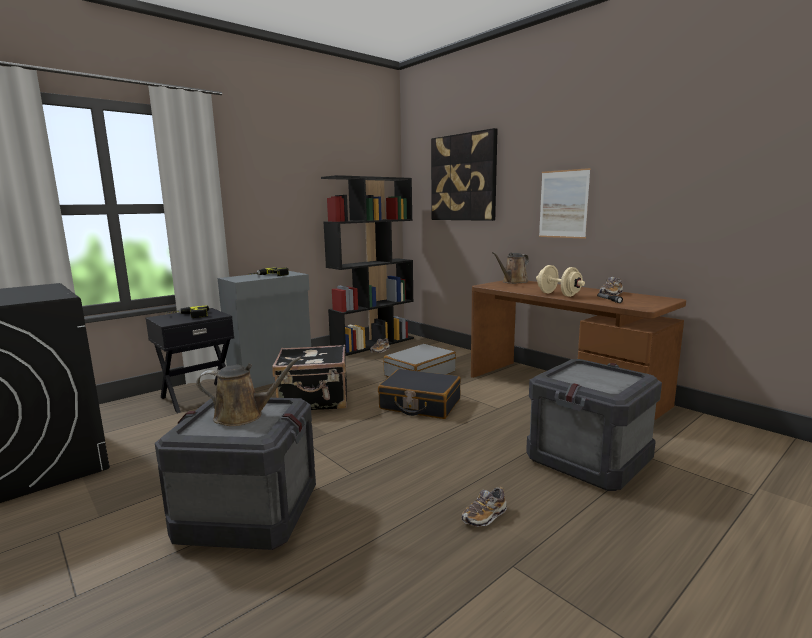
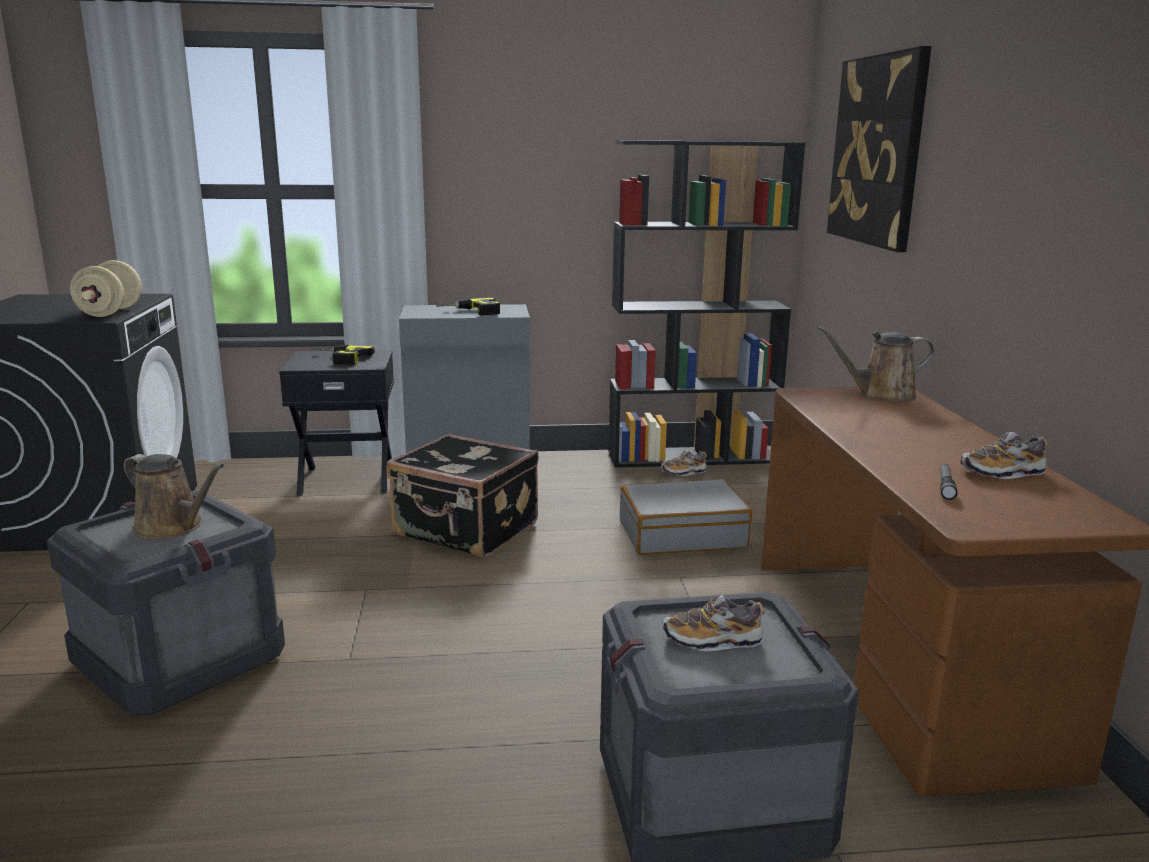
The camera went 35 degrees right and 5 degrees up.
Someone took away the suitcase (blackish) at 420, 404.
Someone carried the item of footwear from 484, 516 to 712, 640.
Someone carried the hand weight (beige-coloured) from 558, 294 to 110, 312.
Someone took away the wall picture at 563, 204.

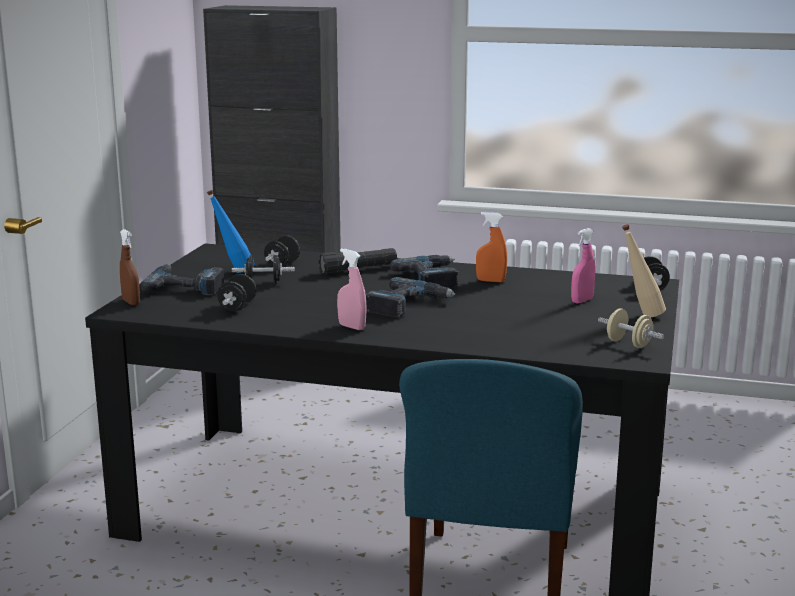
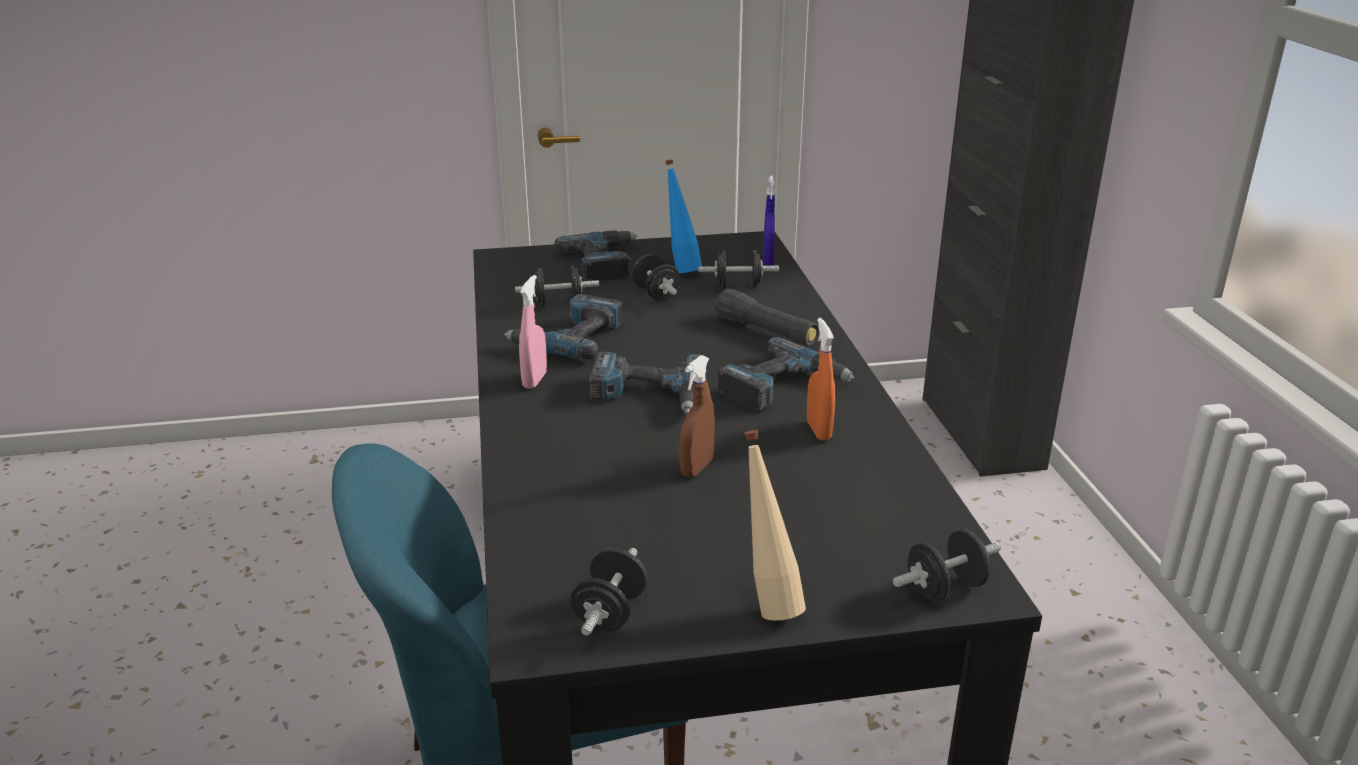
The camera went 65 degrees right and 10 degrees up.
Someone carried the hand sprayer (brown) from 131, 302 to 696, 468.
Someone took away the hand sprayer (pinkish) at 582, 301.
Someone repainted the hand weight (beige-coloured) at 628, 344, which became the hand weight (blackish) at 610, 613.
Someone put down the drill at 569, 337.
Someone put down the hand sprayer (blue-coloured) at 768, 261.

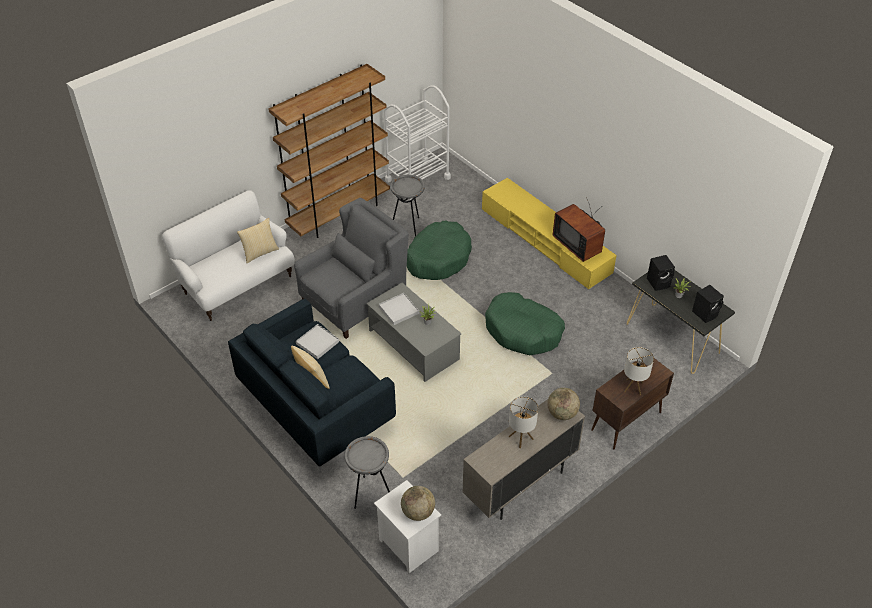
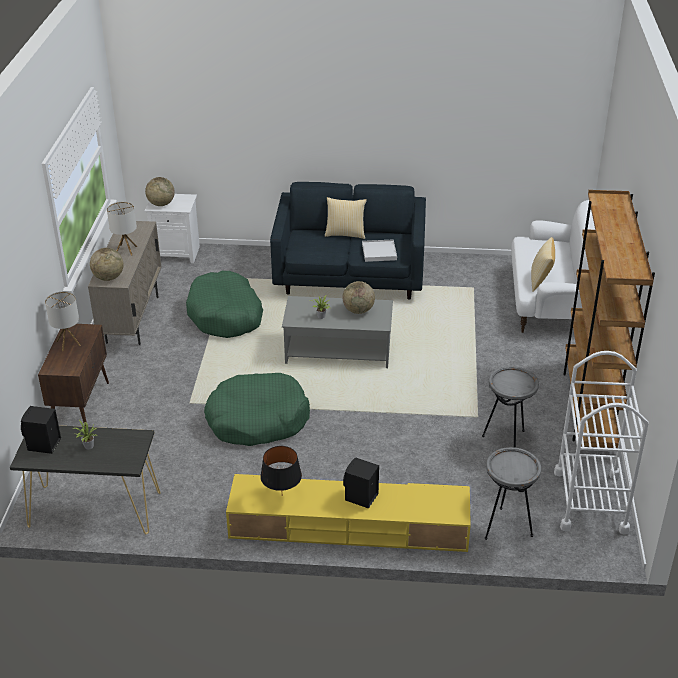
The camera went 135 degrees right and 10 degrees down.
Someone took away the easy chair (grey) at 354, 301.
Someone carried the end table (grey) from 370, 493 to 506, 527.
Someone swapped the tray (white-coloured) at 398, 310 for the globe at 358, 310.
Someone carried the dog bed (green-coloured) from 438, 258 to 225, 315.
Someone swapped the TV at 579, 244 for the table lamp (blackish) at 282, 495.
Someone carried the loudspeaker (blackish) from 659, 282 to 360, 497.

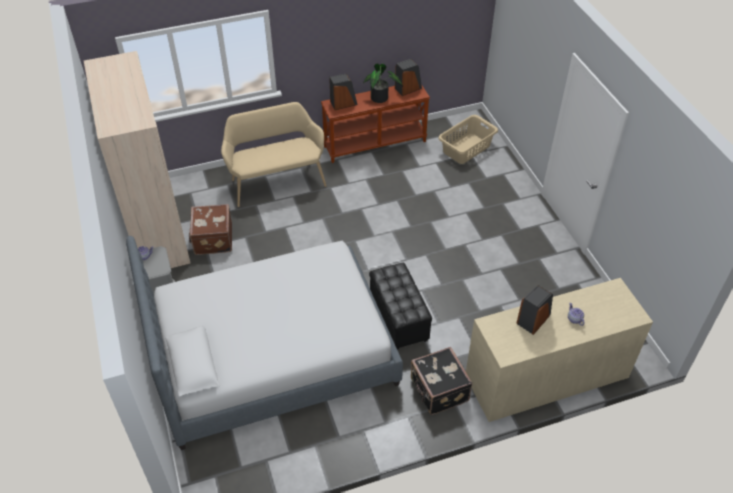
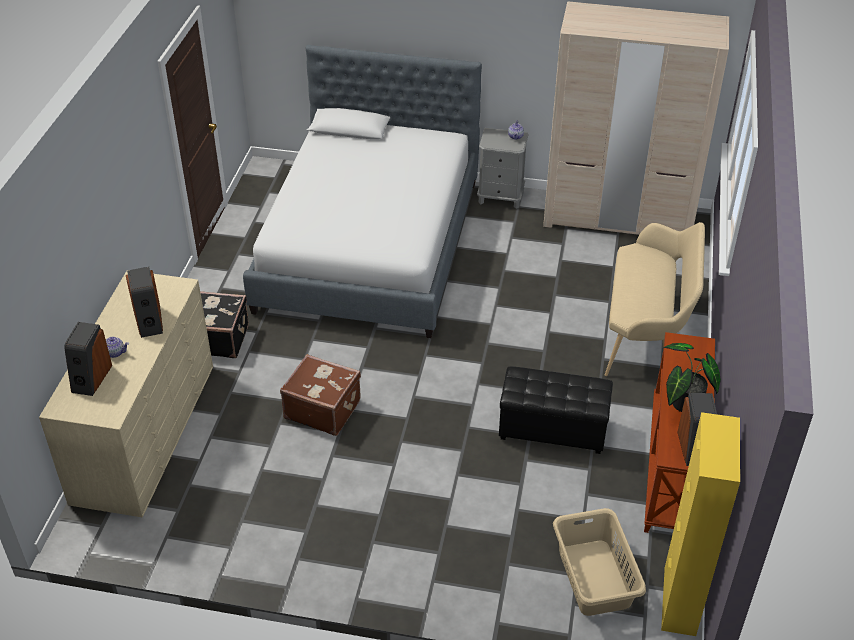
The camera went 120 degrees right and 5 degrees down.
Someone carried the suitcase (brown) from 212, 239 to 323, 409.
Someone carried the loudspeaker from 343, 103 to 91, 378.
Someone carried the footrest (blackish) from 398, 318 to 552, 429.
Someone put down the cabinet (yellow-coloured) at 679, 601.

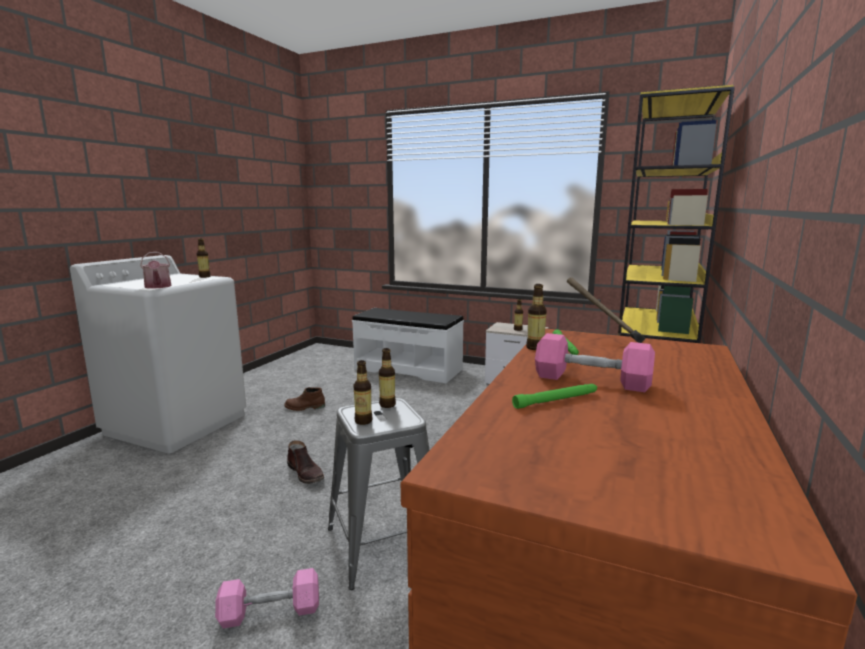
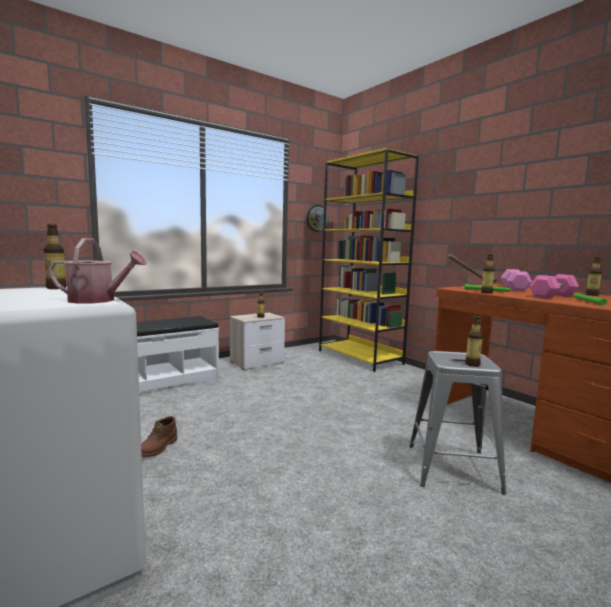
The camera went 60 degrees left and 5 degrees down.
Someone carried the hand weight (pinkish) from 270, 612 to 514, 288.
Someone took away the boot (brown) at 306, 473.
Someone carried the beverage bottle from 387, 405 to 592, 295.
Someone put up the wall clock at 316, 218.

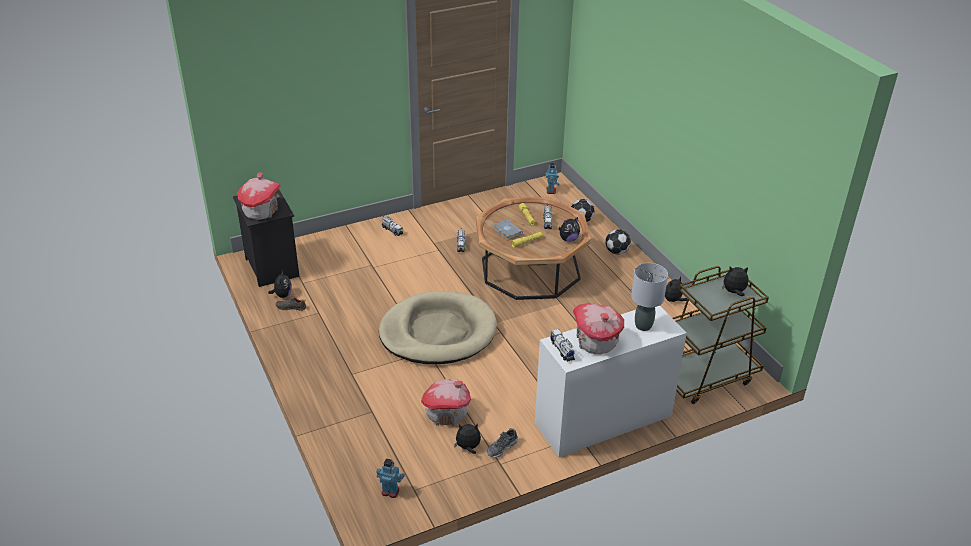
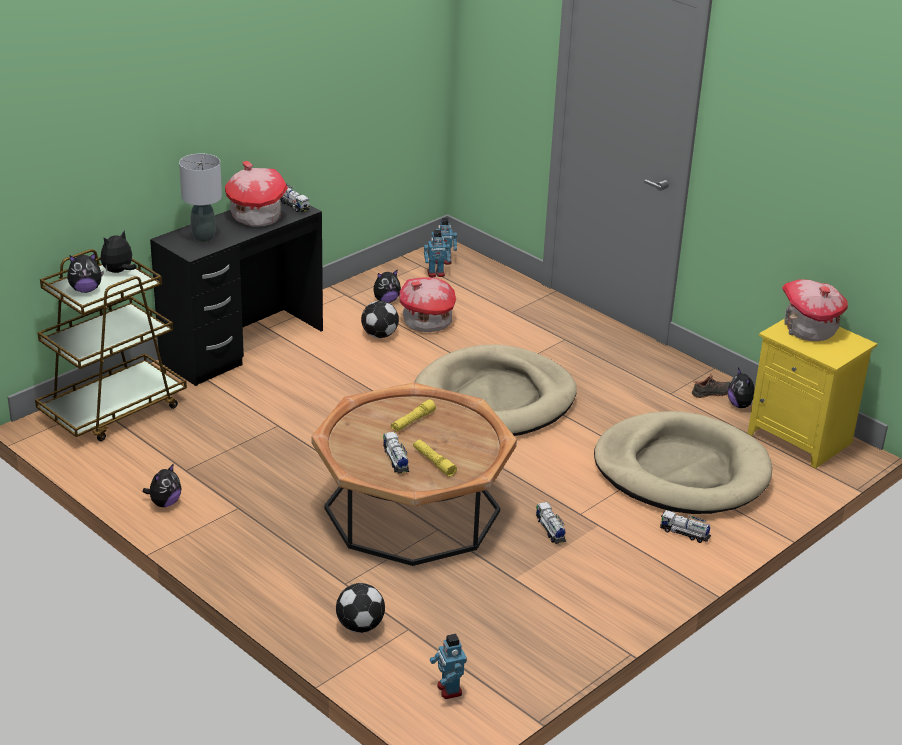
The camera went 160 degrees right and 5 degrees down.
Someone repainted the nightstand (blackish) at 270, 267, which became the nightstand (yellow-coloured) at 801, 438.
Someone took away the item of footwear at 502, 448.
Someone took away the bound book (grey) at 506, 231.
Someone repainted the desk unit (white-coloured) at 603, 420, which became the desk unit (blackish) at 242, 345.
Someone carried the soft toy from 568, 239 to 118, 272.
Someone carried the football ball from 616, 251 to 380, 335.
Someone put down the toy robot at 436, 274.
Someone put down the dog bed (beige-coloured) at 681, 470.

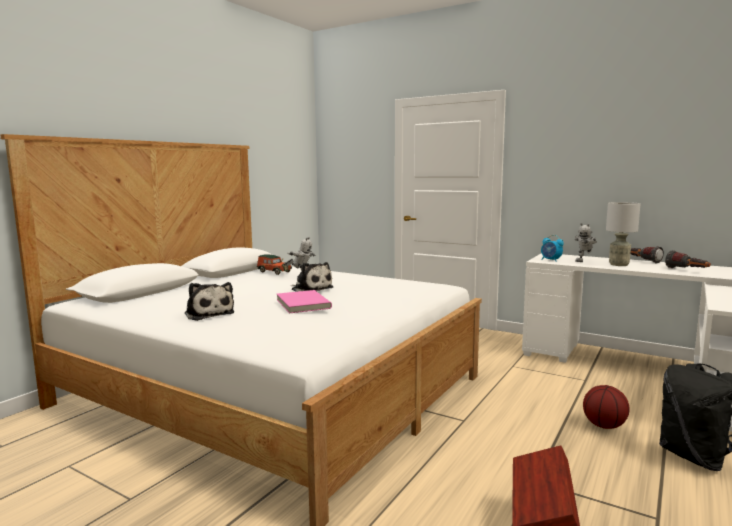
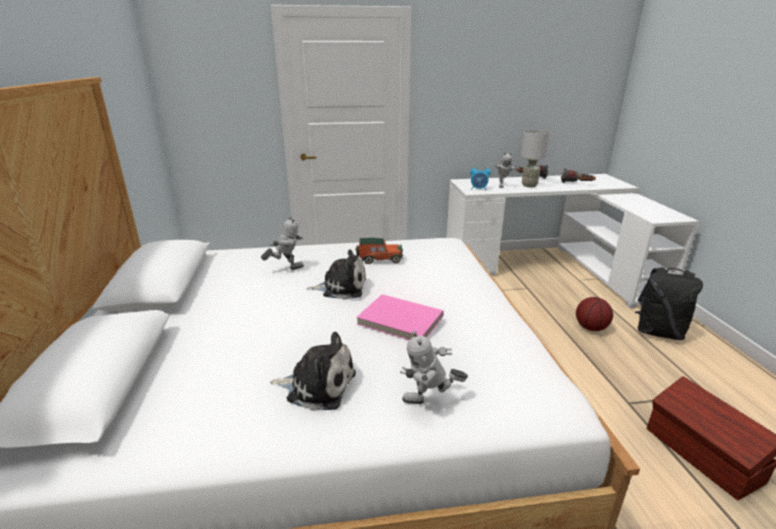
The camera went 40 degrees left and 15 degrees up.
Someone carried the model car from 273, 272 to 379, 259.
Someone put down the toy robot at 430, 403.

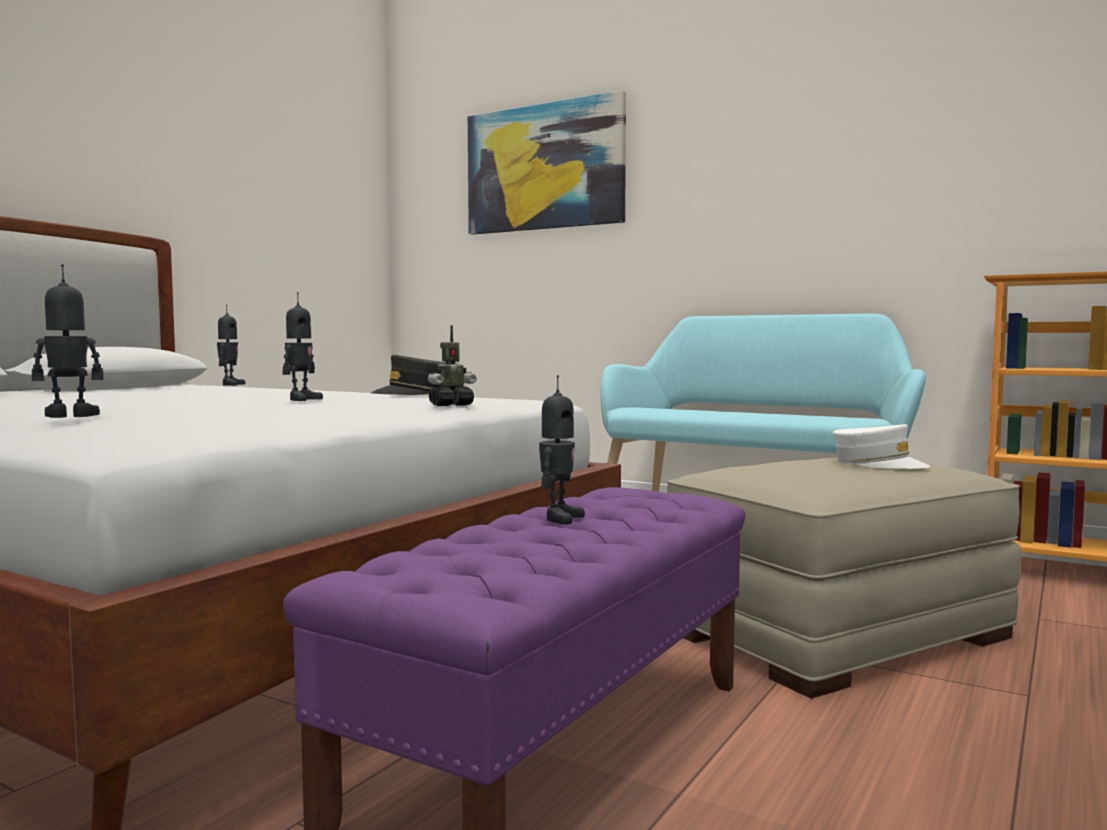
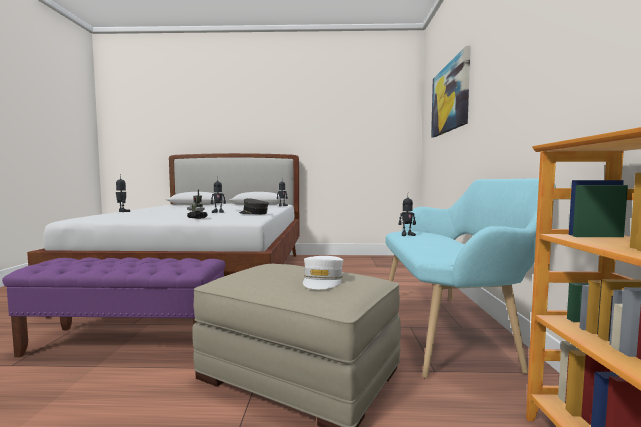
The camera went 60 degrees right and 0 degrees up.
Someone carried the toy robot from 559, 518 to 407, 235.

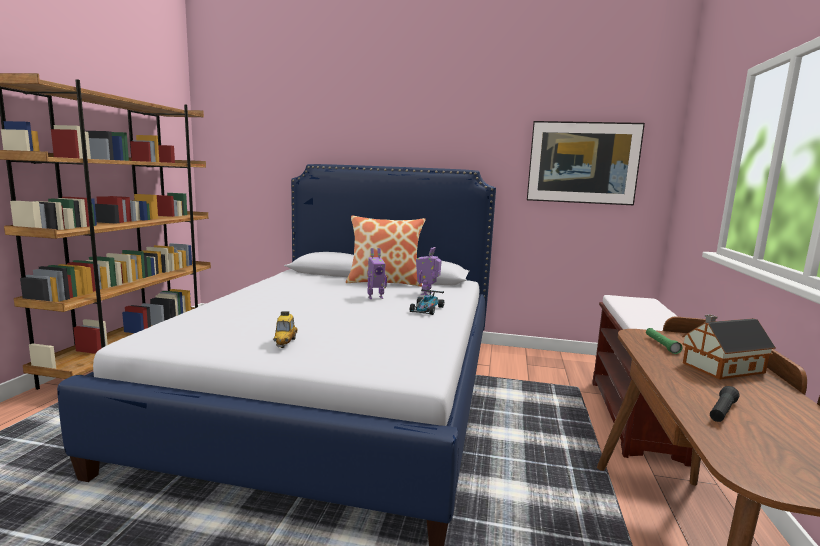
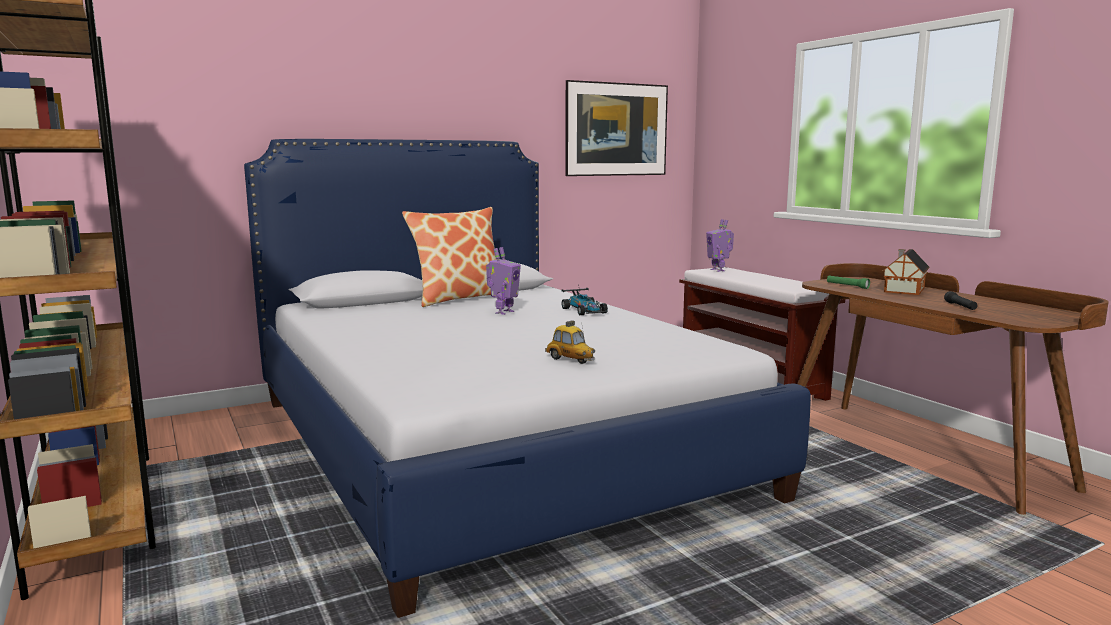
The camera went 40 degrees left and 0 degrees up.
Someone carried the toy robot from 427, 293 to 718, 270.

